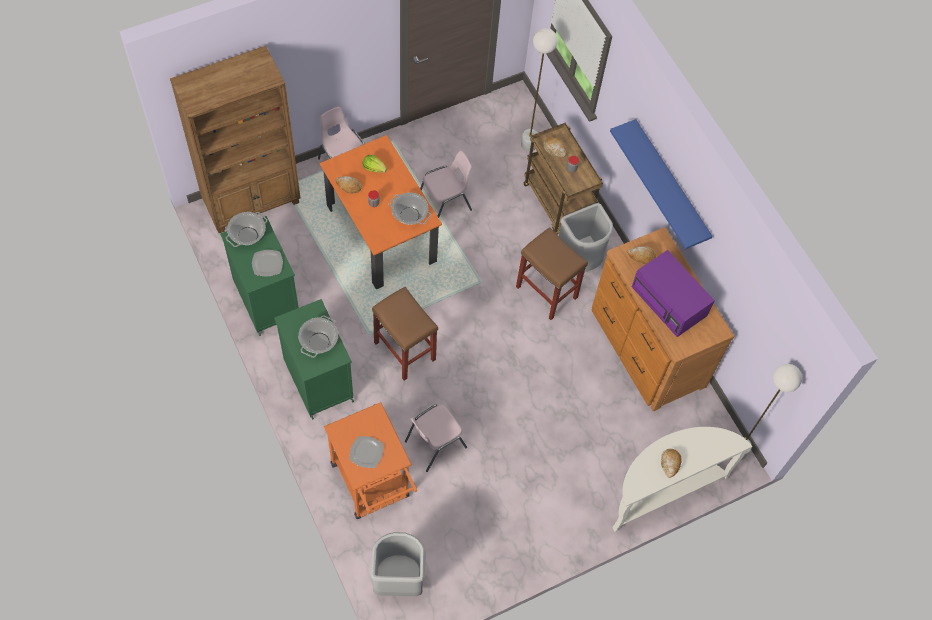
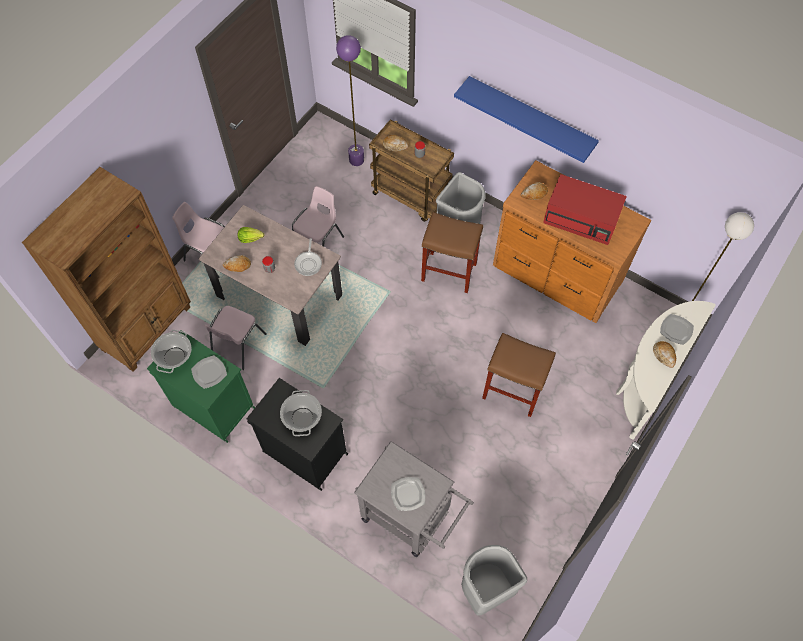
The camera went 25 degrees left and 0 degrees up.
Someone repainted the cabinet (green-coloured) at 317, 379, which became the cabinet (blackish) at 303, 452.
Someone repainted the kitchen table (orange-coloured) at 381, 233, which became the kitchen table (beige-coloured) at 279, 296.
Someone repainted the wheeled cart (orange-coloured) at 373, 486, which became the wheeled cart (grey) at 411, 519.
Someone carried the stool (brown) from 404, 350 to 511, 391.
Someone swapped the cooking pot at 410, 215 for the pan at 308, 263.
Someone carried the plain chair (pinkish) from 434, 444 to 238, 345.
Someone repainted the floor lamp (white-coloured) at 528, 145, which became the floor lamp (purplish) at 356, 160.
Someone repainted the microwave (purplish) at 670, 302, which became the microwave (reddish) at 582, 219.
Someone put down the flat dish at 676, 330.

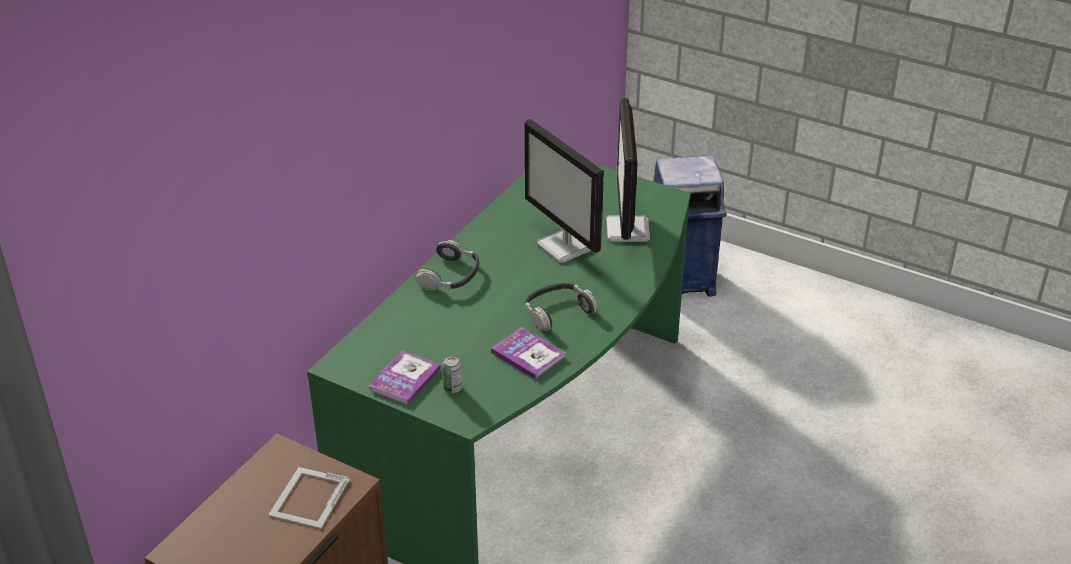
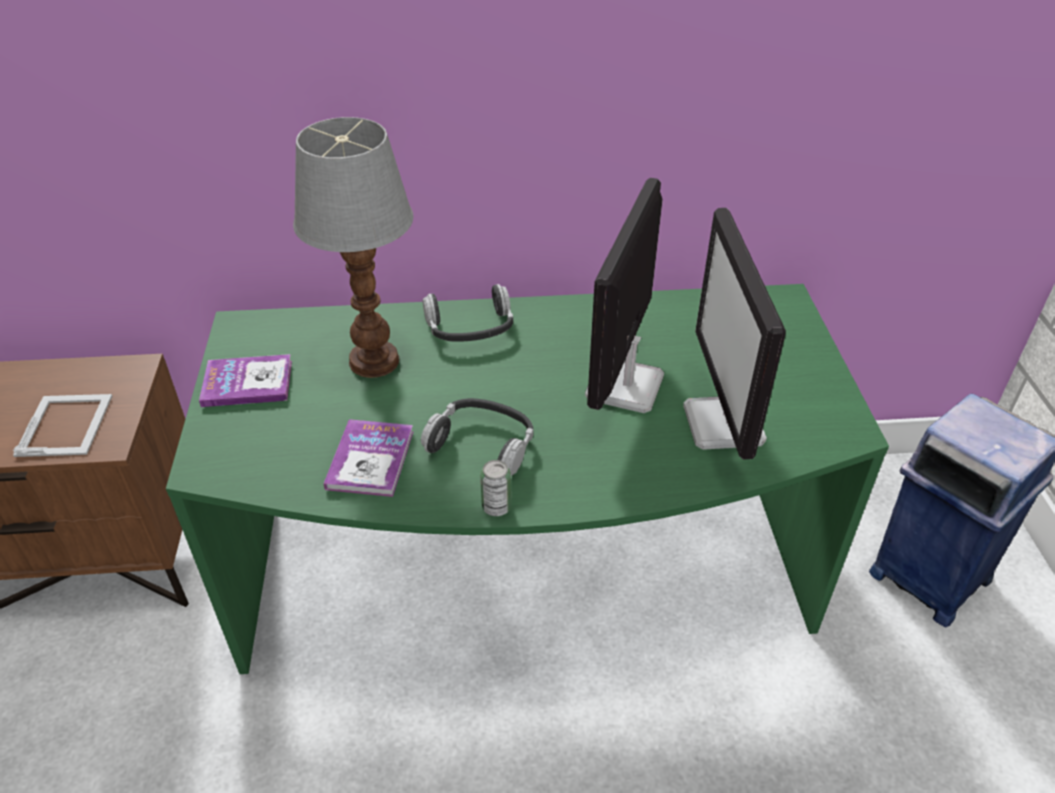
The camera went 55 degrees right and 5 degrees up.
Someone rotated the picture frame at 308, 498 by 105 degrees clockwise.
Someone carried the metal can from 452, 388 to 496, 507.
Someone rotated the computer screen at 627, 230 by 60 degrees counterclockwise.
Someone put down the table lamp at 373, 360.

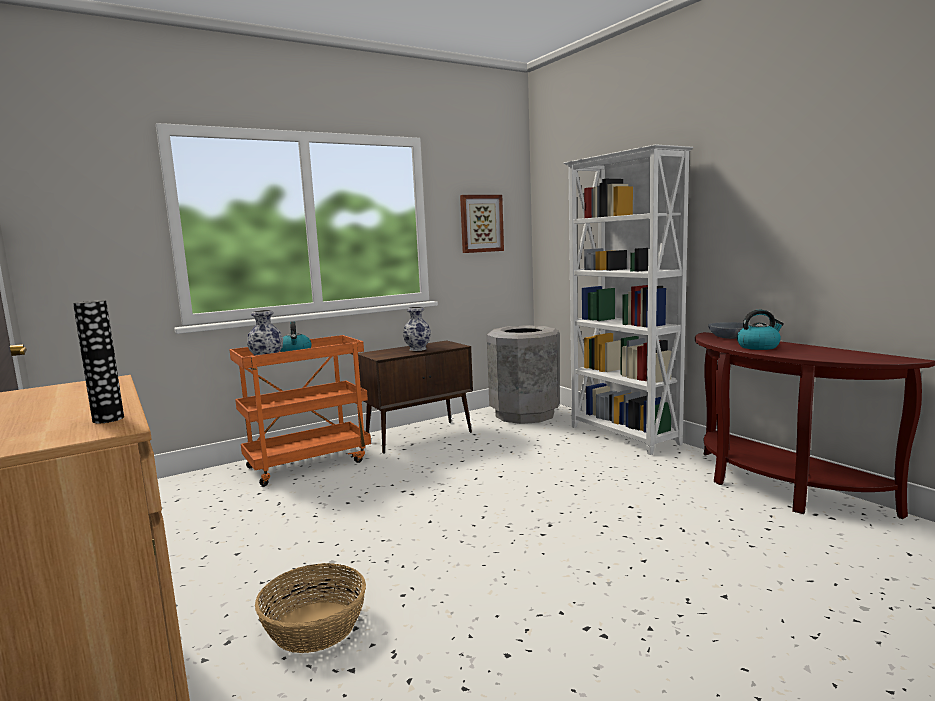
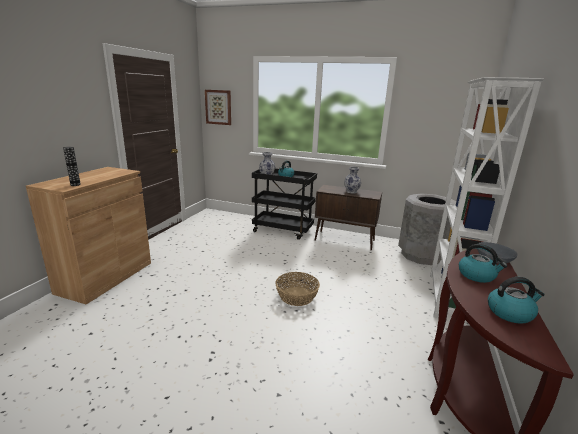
The camera went 50 degrees right and 10 degrees up.
Someone repainted the wheeled cart (orange-coloured) at 308, 463, which became the wheeled cart (blackish) at 283, 230.
Someone carried the household basket from 314, 627 to 296, 296.
Someone carried the wall picture from 481, 223 to 218, 107.
Someone put down the kettle at 510, 312.

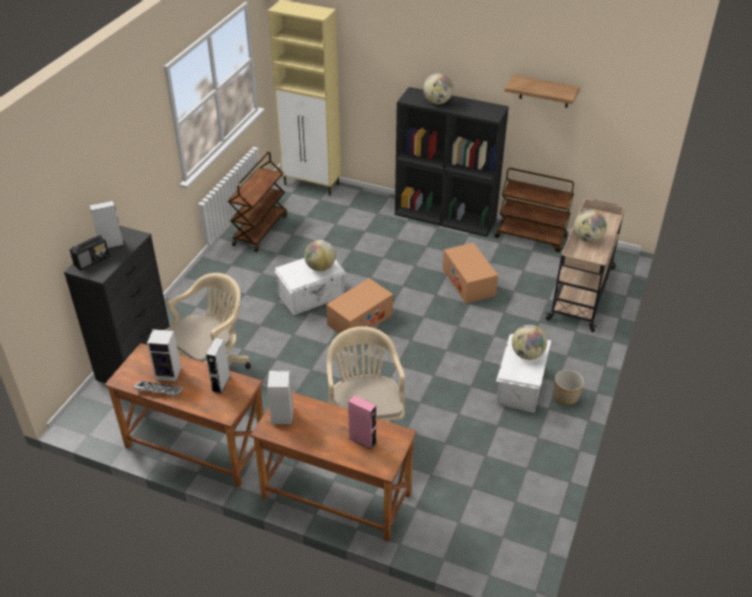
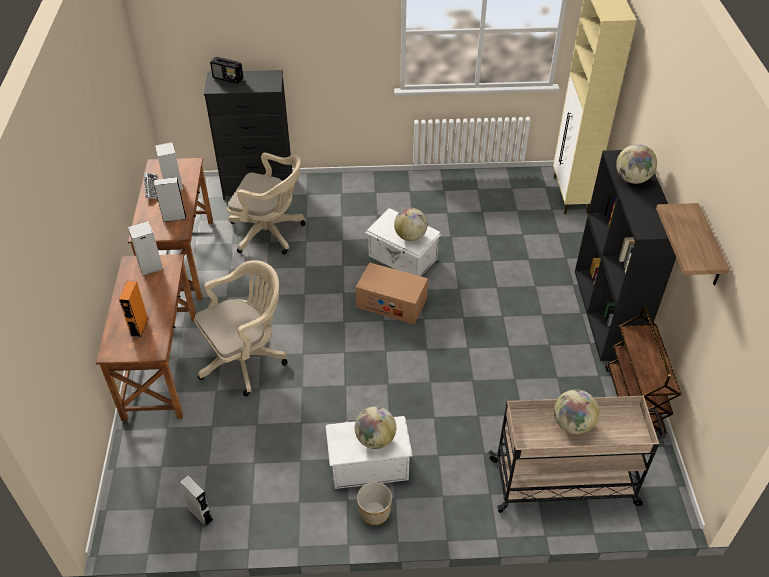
The camera went 65 degrees right and 5 degrees up.
Someone carried the loudspeaker (grey) from 111, 245 to 201, 515.
Someone took away the wheeled cart (brown) at 260, 230.
Someone repainted the loudspeaker (pinkish) at 362, 440, which became the loudspeaker (orange-coloured) at 139, 327.
Someone took away the carton at 468, 282.

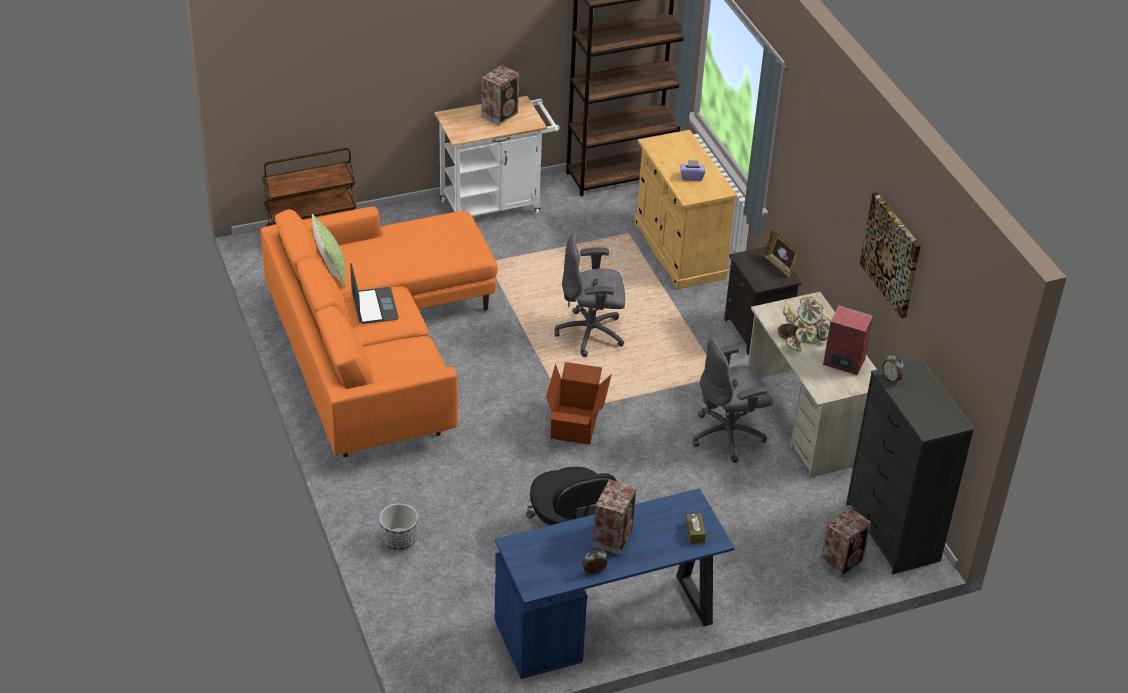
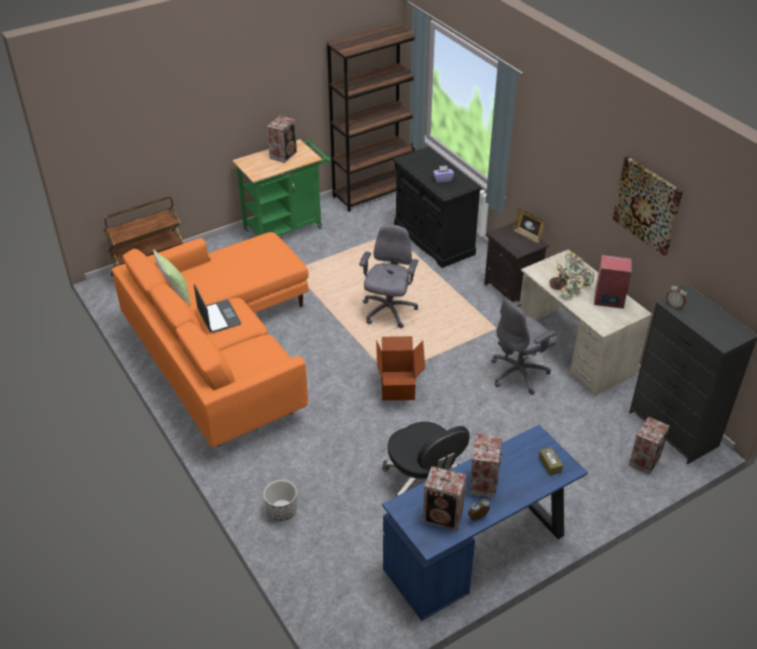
The camera went 10 degrees left and 0 degrees up.
Someone repainted the wheeled cart (white-coloured) at 496, 205, which became the wheeled cart (green-coloured) at 287, 227.
Someone rotated the office chair (grey) at 591, 334 by 120 degrees clockwise.
Someone repainted the cabinet (beige-coloured) at 679, 250, which became the cabinet (blackish) at 433, 239.
Someone put down the loudspeaker at 444, 516.

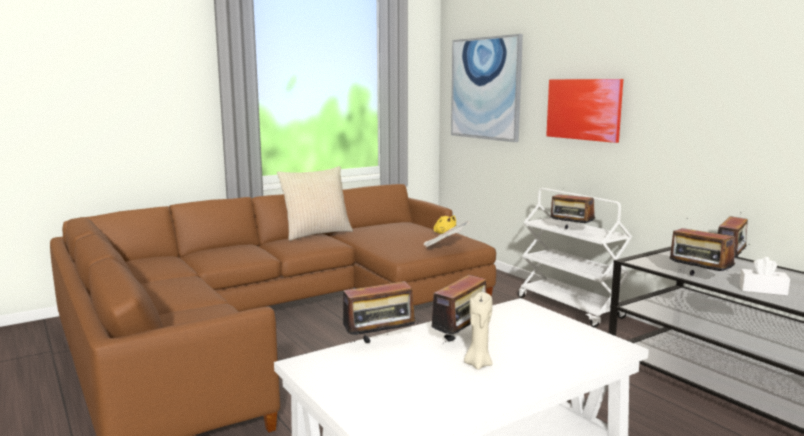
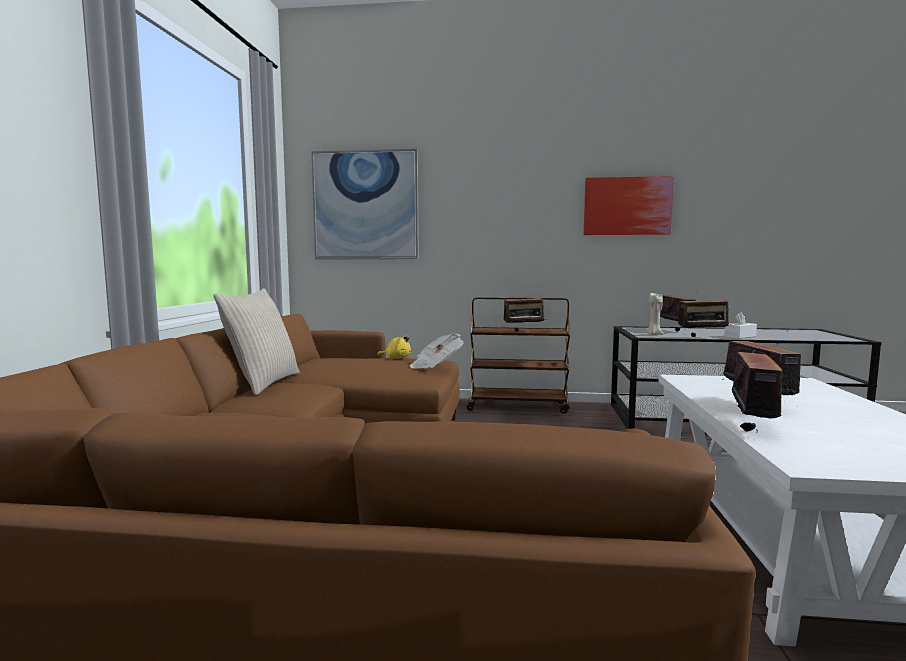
The camera went 50 degrees left and 5 degrees down.
Someone carried the wax light (beige-coloured) from 478, 364 to 653, 334.
Someone repainted the wheeled cart (white-coloured) at 570, 308, which became the wheeled cart (brown) at 518, 406.
Someone carried the wall picture from 583, 109 to 627, 206.

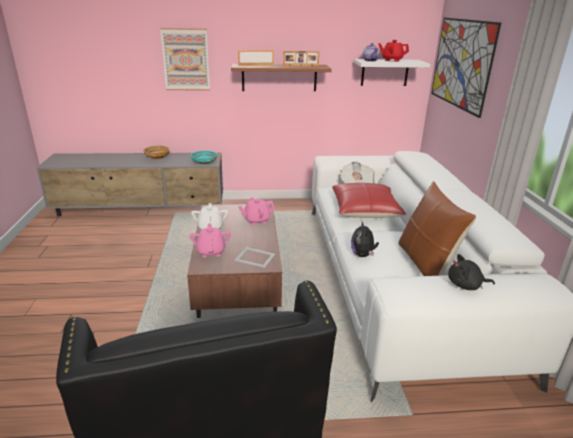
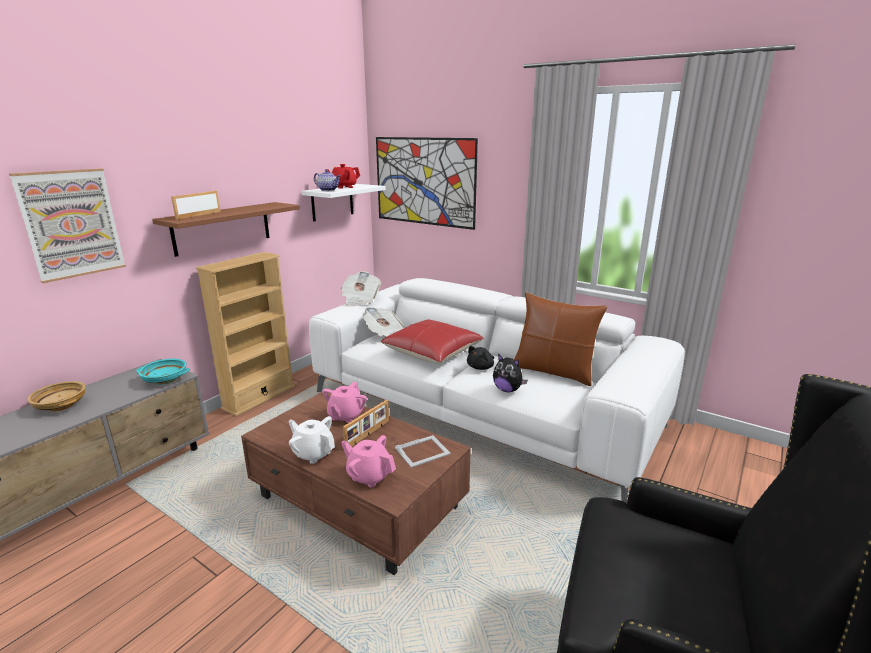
The camera went 50 degrees left and 5 degrees down.
Someone carried the picture frame from 300, 66 to 368, 434.
Someone carried the soft toy (blackish) from 466, 285 to 481, 367.
Someone put down the shelving unit (beige-coloured) at 259, 397.
Someone put down the printed paper at 360, 300.

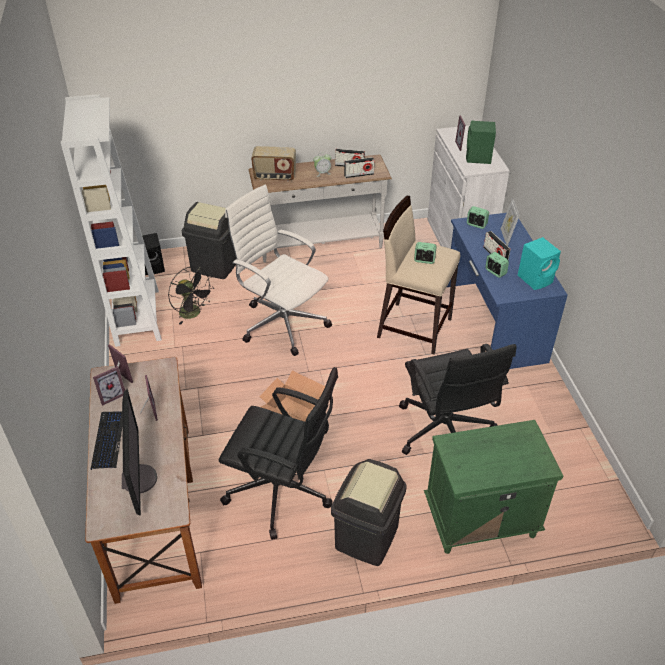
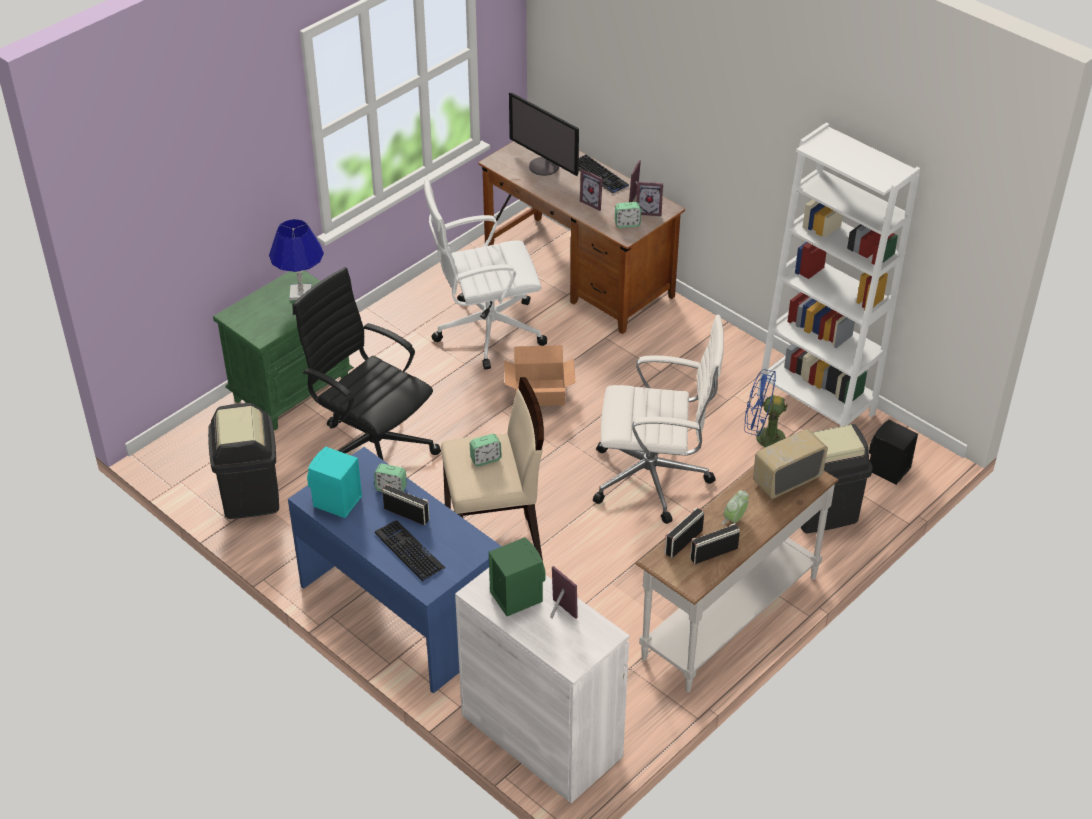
The camera went 145 degrees right and 0 degrees up.
Someone repainted the cooling fan (blackish) at 193, 314, which became the cooling fan (blue-coloured) at 763, 438.
Someone repainted the office chair (blackish) at 282, 492, which became the office chair (white-coloured) at 486, 331.
Someone carried the trash can (blackish) from 367, 537 to 250, 495.
Someone carried the bedside clock from 476, 225 to 627, 224.
Someone swapped the picture frame at 506, 237 for the PC keyboard at 409, 551.
Someone put down the table lamp (blue-coloured) at 301, 293.

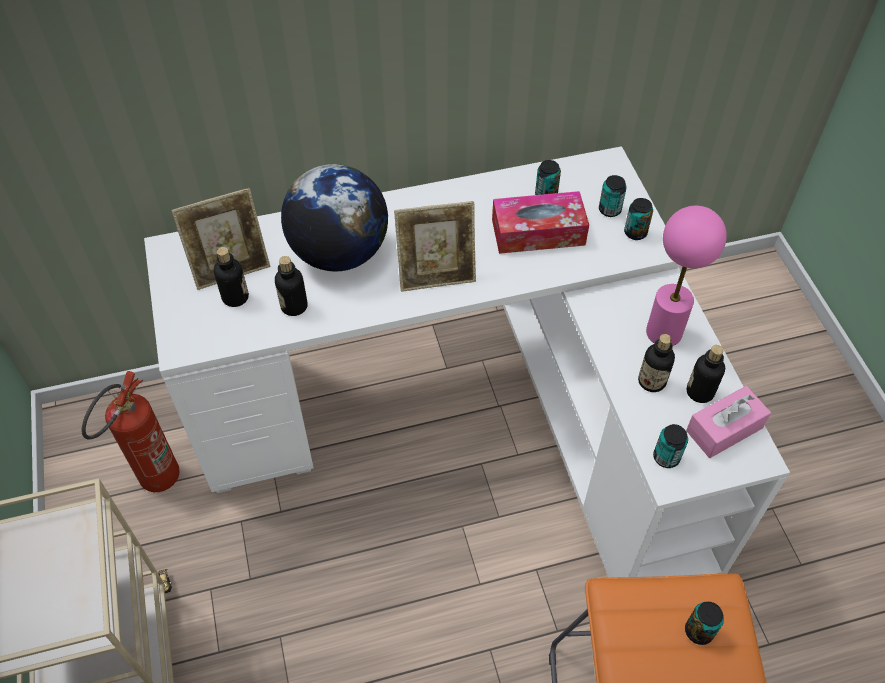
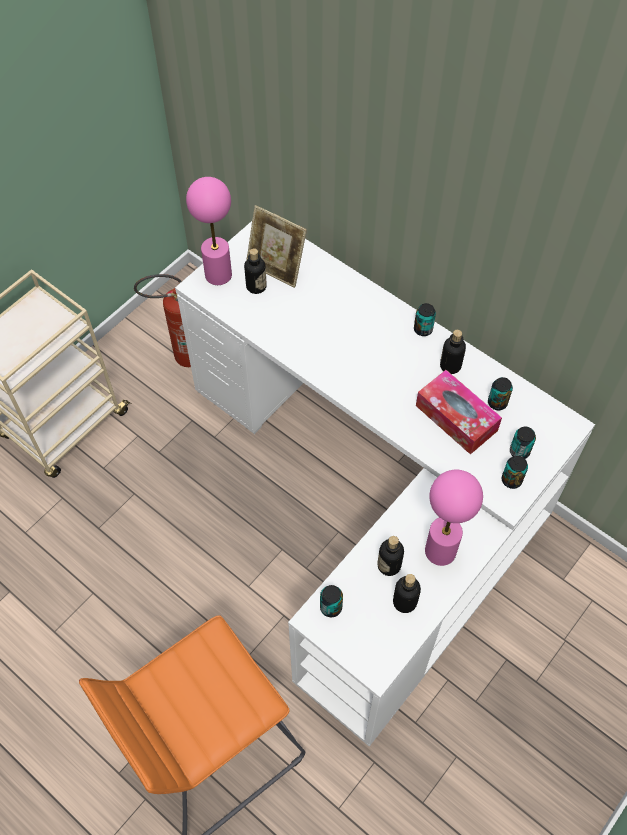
The camera went 55 degrees right and 5 degrees up.
Someone carried the beverage bottle from 294, 306 to 450, 366.
Someone took away the globe at 339, 253.
Someone took away the picture frame at 436, 275.
Someone carried the metal can from 699, 631 to 423, 329.
Someone took away the box of tissues (pinkish) at 724, 429.
Someone put down the table lamp (pinkish) at 218, 275.

